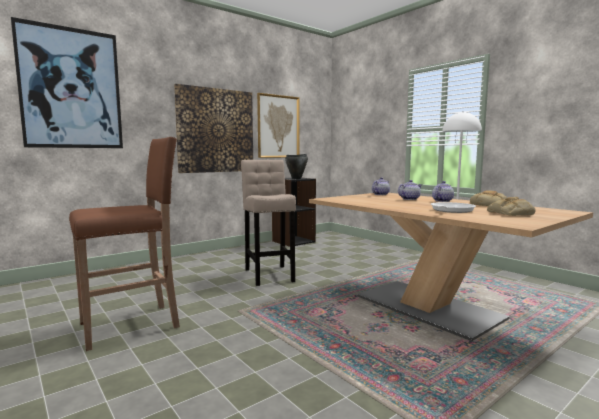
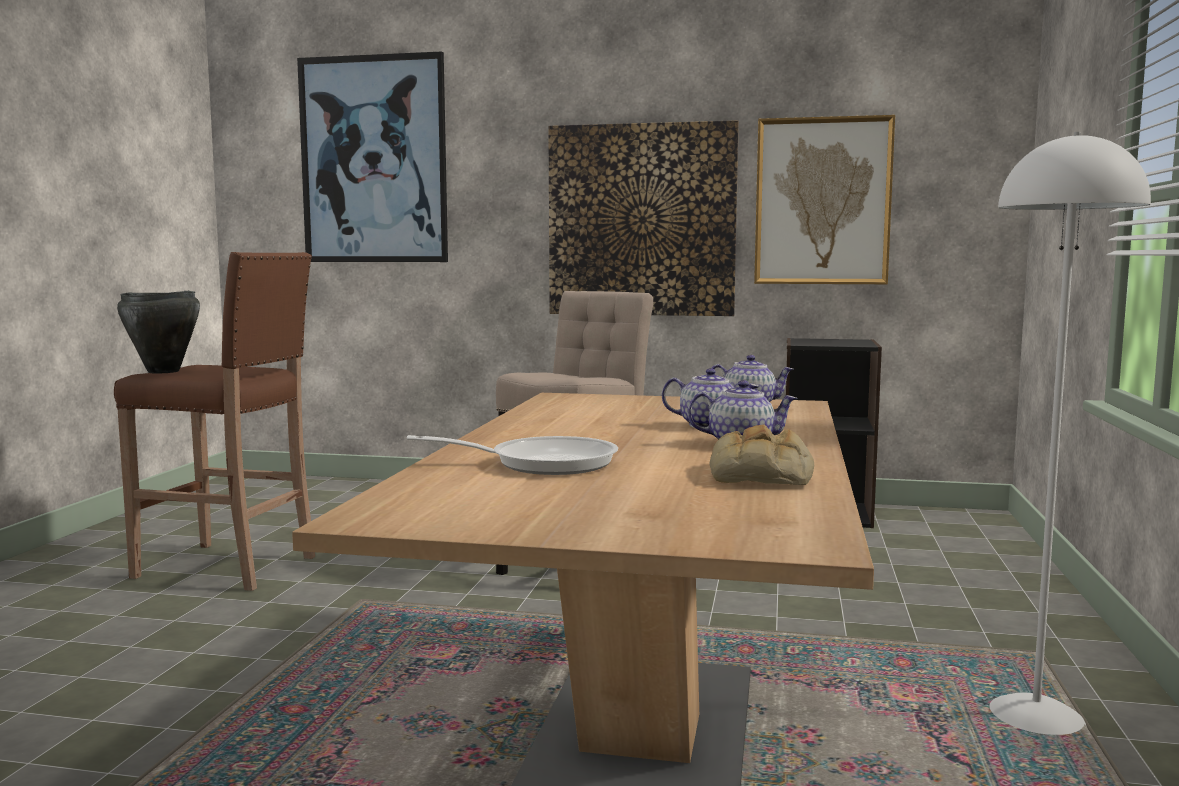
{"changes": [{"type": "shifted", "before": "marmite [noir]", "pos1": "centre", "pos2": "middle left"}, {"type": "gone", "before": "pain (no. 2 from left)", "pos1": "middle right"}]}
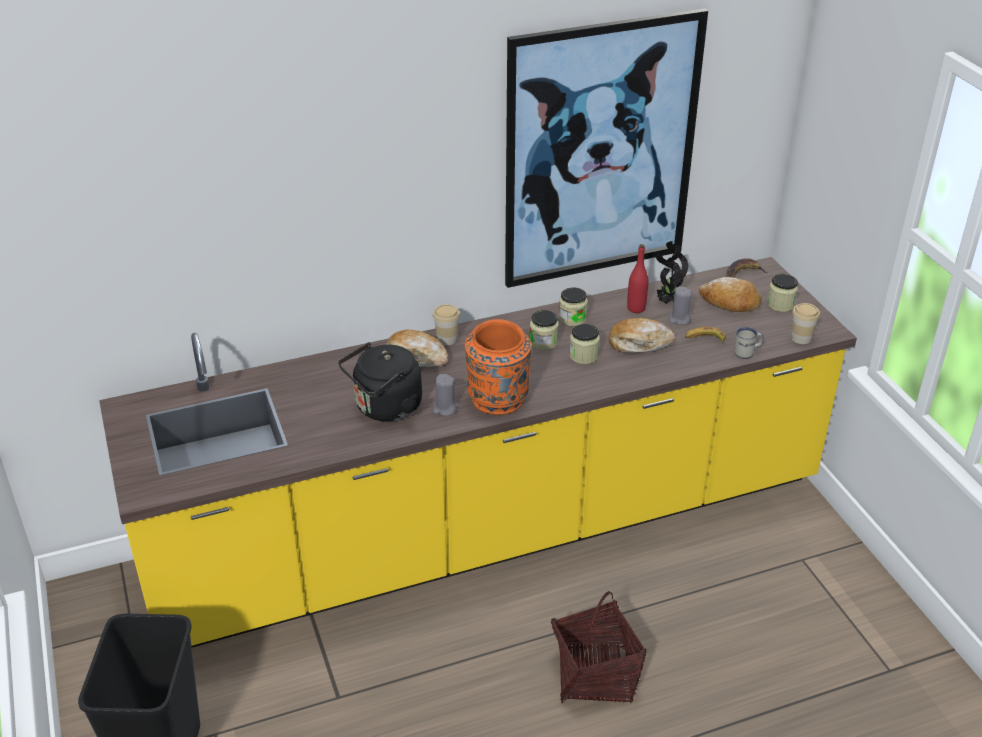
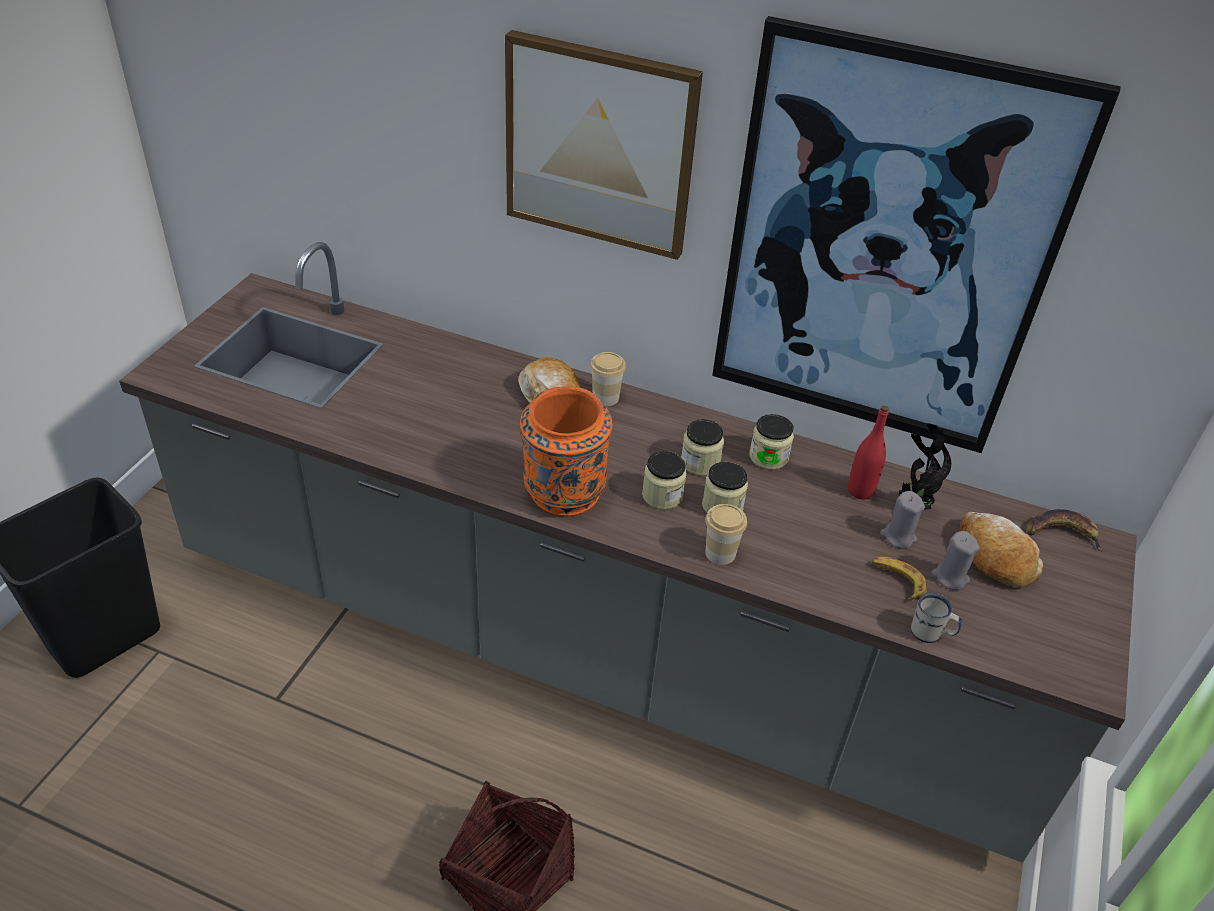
{"changes": [{"type": "repainted", "before": "comptoir de cuisine [jaune]", "after": "comptoir de cuisine [gris]", "pos1": "centre", "pos2": "centre"}, {"type": "shifted", "before": "bocal (no. 4 from left in the first image)", "after": "bocal (no. 1 from left)", "pos1": "middle right", "pos2": "centre"}, {"type": "shifted", "before": "tasse (no. 2 from left)", "pos1": "middle right", "pos2": "centre"}, {"type": "gone", "before": "pain (no. 2 from left)", "pos1": "centre"}, {"type": "gone", "before": "bouilloire [noir]", "pos1": "centre"}, {"type": "shifted", "before": "bougie [gris] (no. 1 from left in the first image)", "after": "bougie [gris] (no. 2 from left)", "pos1": "centre", "pos2": "middle right"}, {"type": "new", "after": "tableau (no. 1 from left)", "pos2": "top centre"}]}
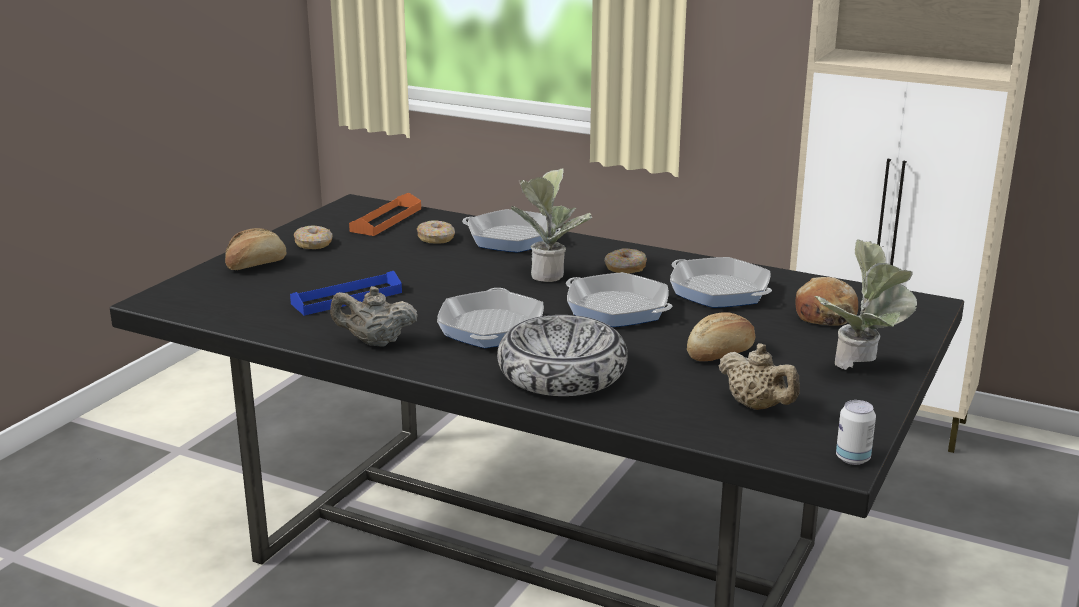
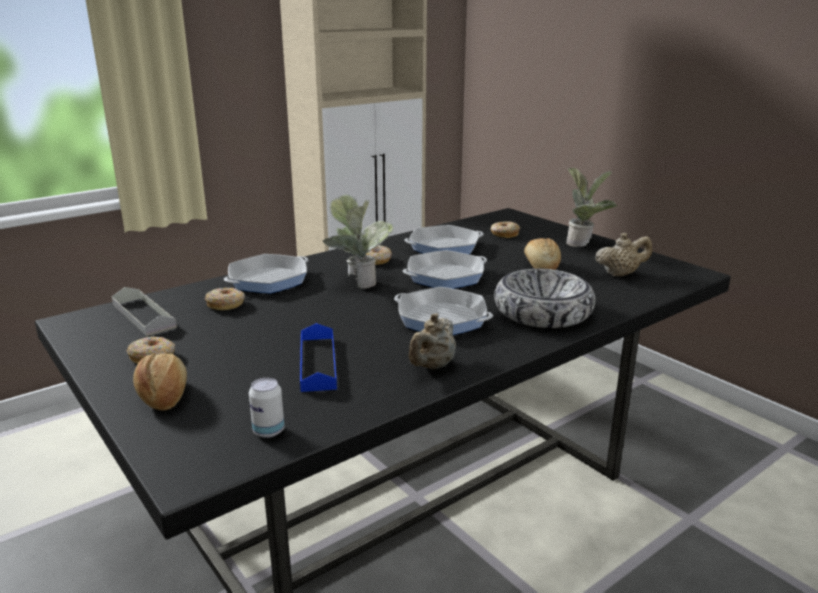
{"changes": [{"type": "repainted", "before": "plateau [orange]", "after": "plateau [gris]", "pos1": "centre", "pos2": "middle left"}, {"type": "swapped", "before": "pain (no. 3 from left)", "after": "beignet (no. 4 from left)", "pos1": "middle right", "pos2": "centre"}, {"type": "shifted", "before": "boîte métallique", "pos1": "bottom right", "pos2": "bottom left"}]}
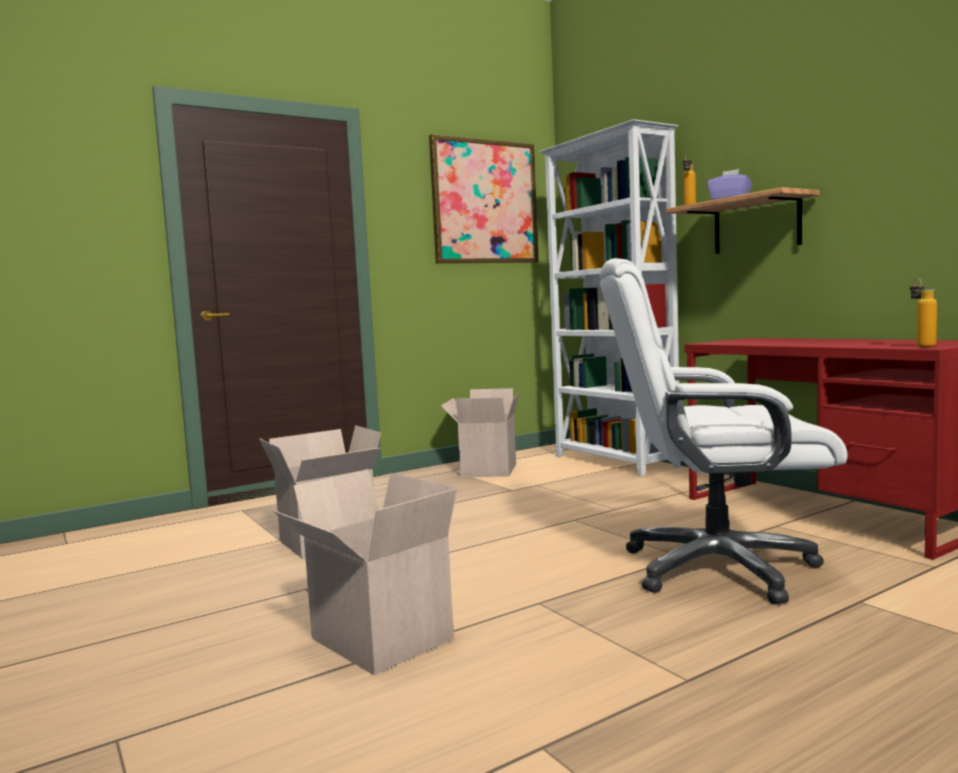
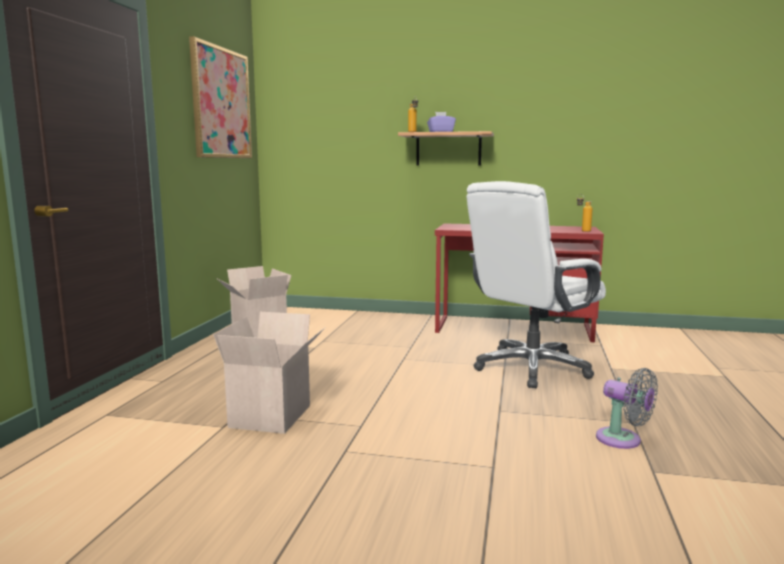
{"changes": [{"type": "gone", "before": "bibliothèque [blanc]", "pos1": "centre"}, {"type": "gone", "before": "carton (no. 2 from left)", "pos1": "bottom centre"}, {"type": "new", "after": "ventilateur [gris]", "pos2": "bottom right"}]}
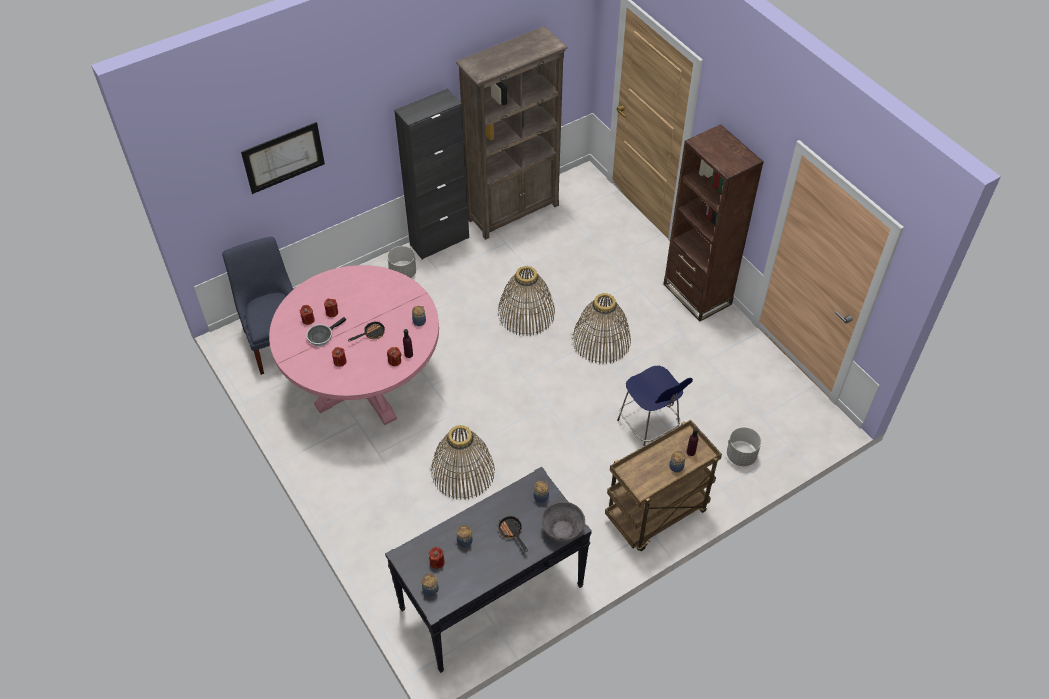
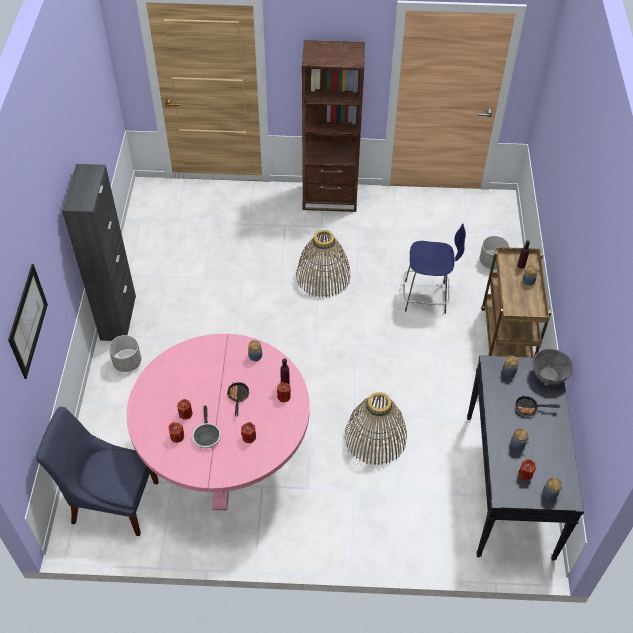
{"changes": [{"type": "gone", "before": "bibliothèque [marron] (no. 1 from left)", "pos1": "top centre"}, {"type": "gone", "before": "panier (no. 2 from left)", "pos1": "centre"}]}
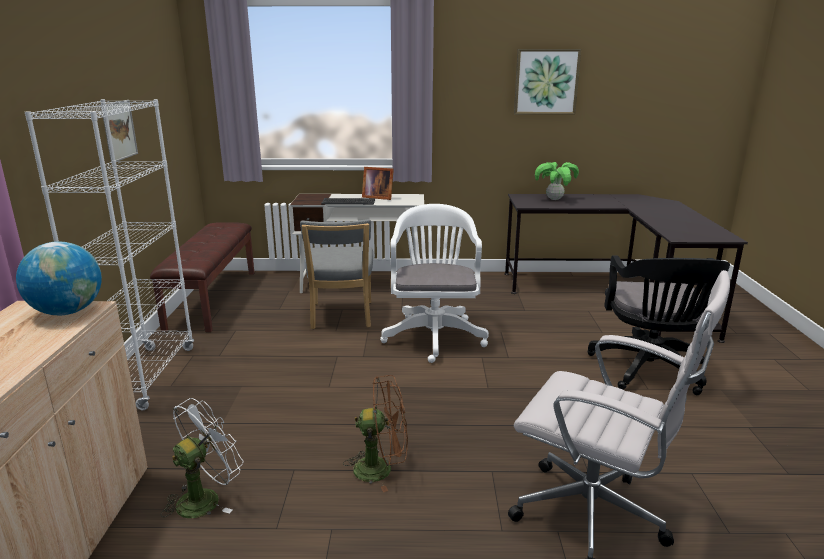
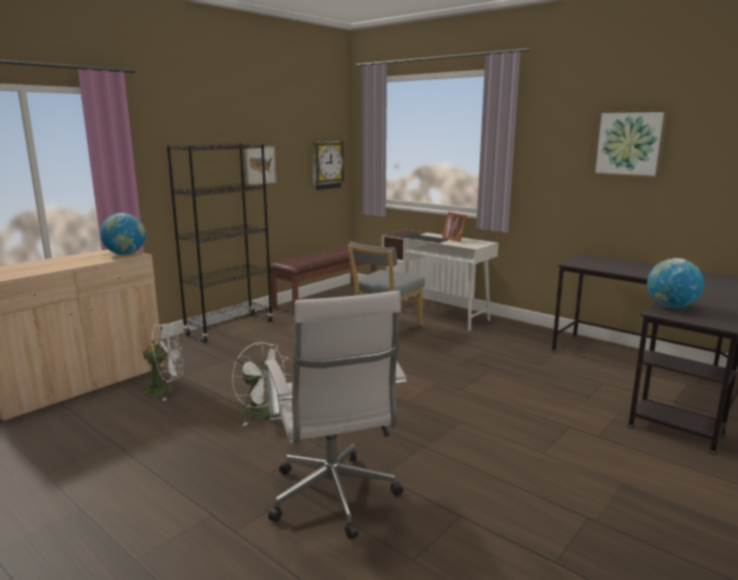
{"changes": [{"type": "repainted", "before": "bibliothèque [blanc]", "after": "bibliothèque [noir]", "pos1": "middle left", "pos2": "middle left"}, {"type": "gone", "before": "plante en pot", "pos1": "top right"}, {"type": "gone", "before": "chaise de bureau [blanc] (no. 1 from left)", "pos1": "centre"}, {"type": "gone", "before": "chaise de bureau [noir]", "pos1": "middle right"}, {"type": "repainted", "before": "ventilateur [marron]", "after": "ventilateur [blanc] (no. 2 from left)", "pos1": "bottom centre", "pos2": "centre"}, {"type": "new", "after": "horloge murale", "pos2": "top centre"}, {"type": "new", "after": "globe (no. 2 from left)", "pos2": "middle right"}]}
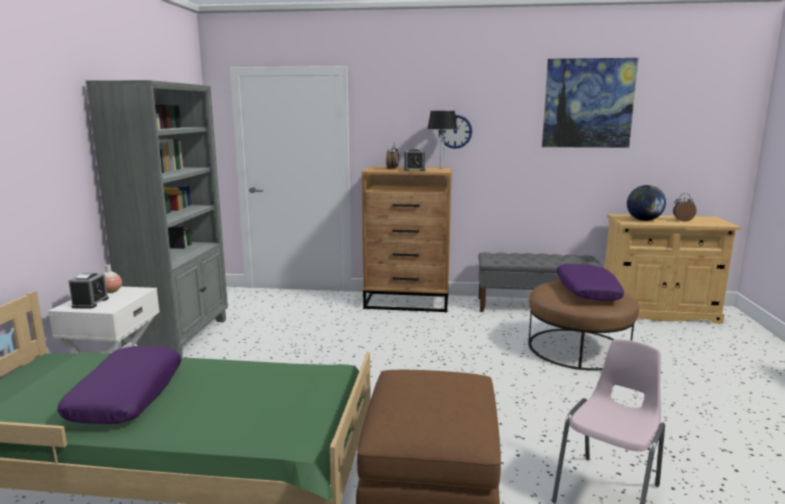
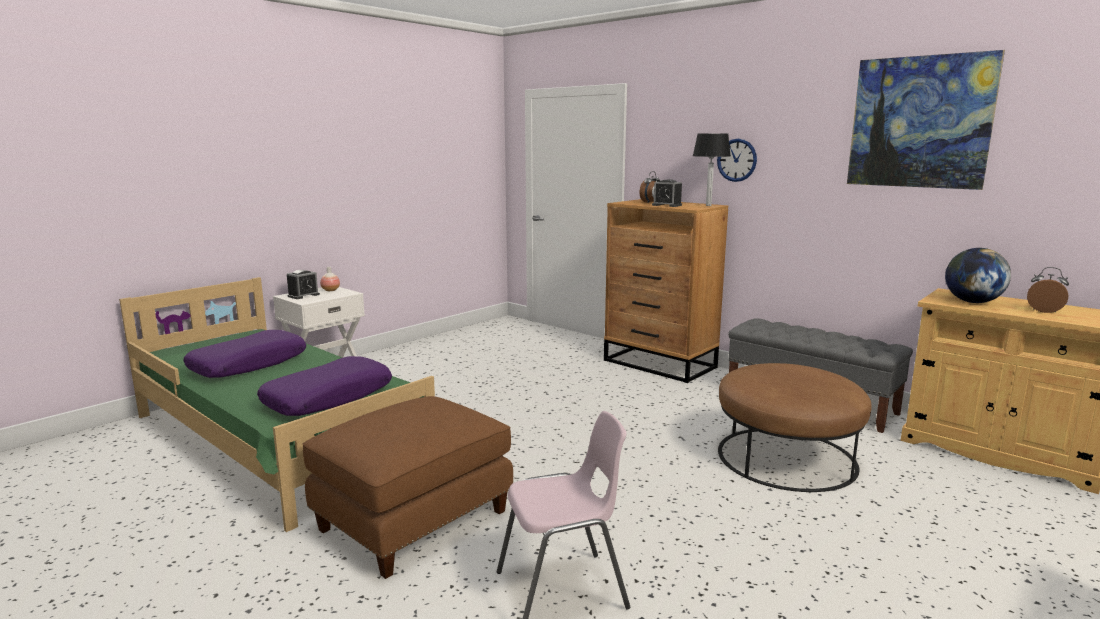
{"changes": [{"type": "gone", "before": "bibliothèque [gris]", "pos1": "middle left"}, {"type": "shifted", "before": "coussin [violet] (no. 2 from left)", "pos1": "middle right", "pos2": "middle left"}]}
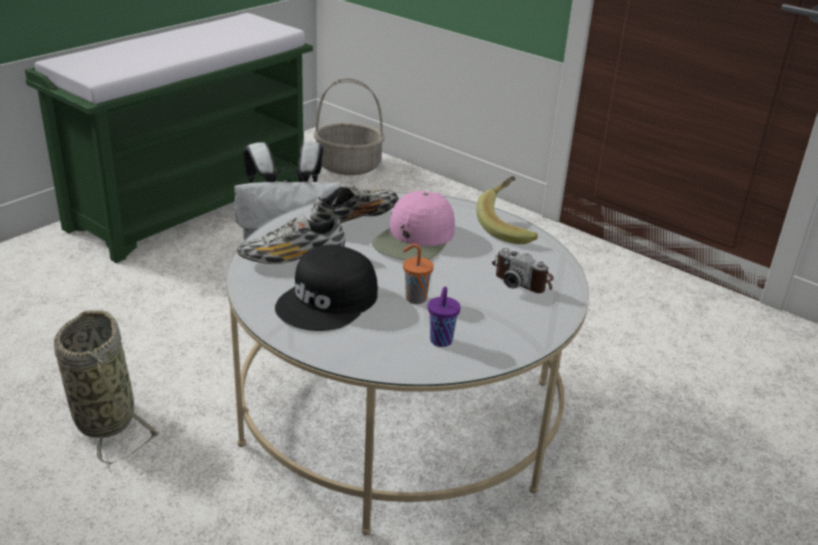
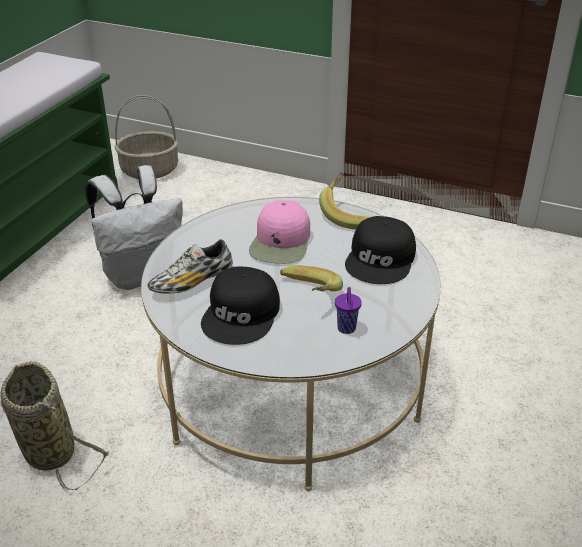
{"changes": [{"type": "gone", "before": "chaussure (no. 2 from left)", "pos1": "centre"}, {"type": "swapped", "before": "tasse [orange]", "after": "banane (no. 1 from left)", "pos1": "centre", "pos2": "centre"}, {"type": "swapped", "before": "appareil photo", "after": "casquette [noir] (no. 2 from left)", "pos1": "centre", "pos2": "centre"}]}
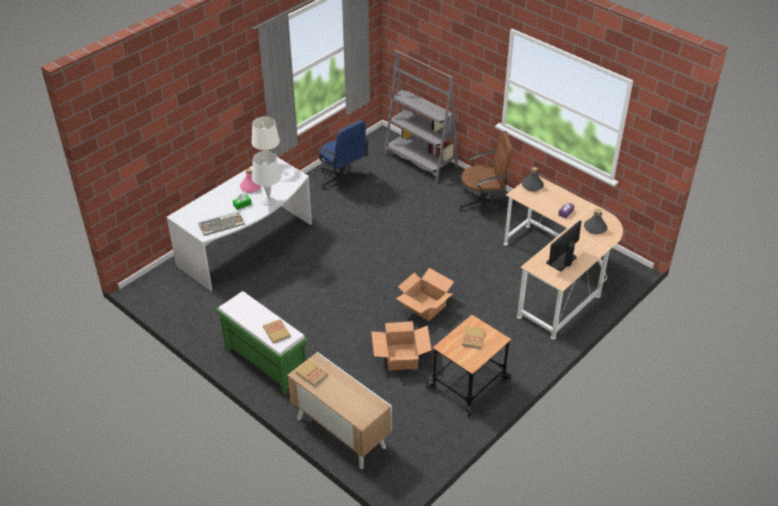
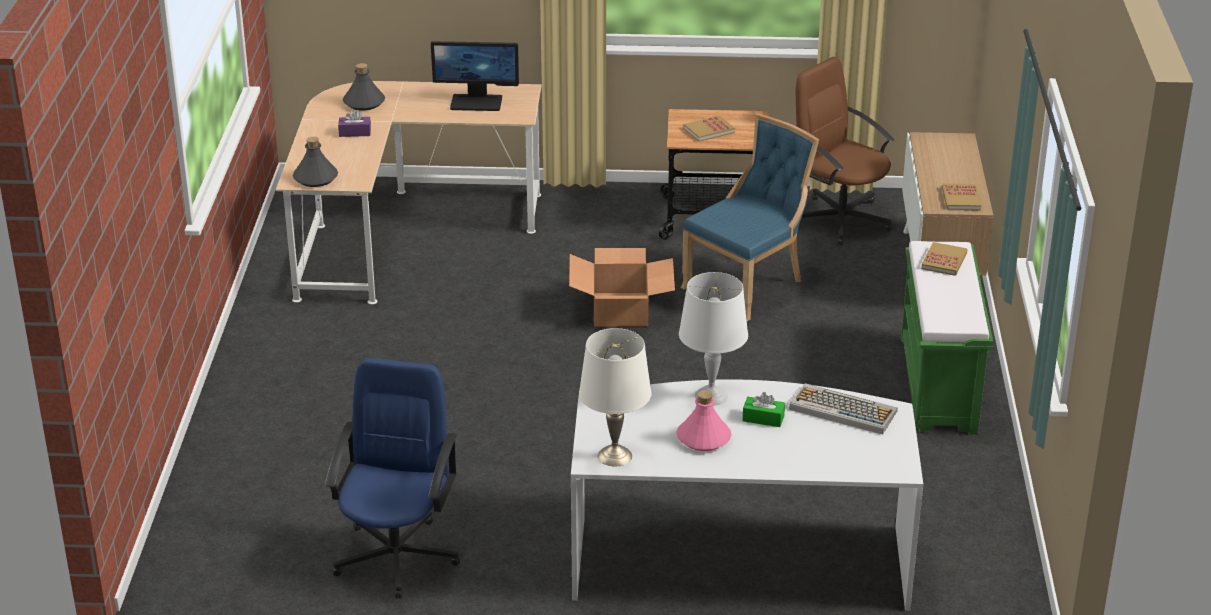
{"changes": [{"type": "gone", "before": "bibliothèque [gris]", "pos1": "top centre"}, {"type": "shifted", "before": "chaise de bureau [marron]", "pos1": "centre", "pos2": "top right"}, {"type": "swapped", "before": "carton (no. 1 from left)", "after": "chaise [bleu]", "pos1": "bottom centre", "pos2": "centre"}]}
